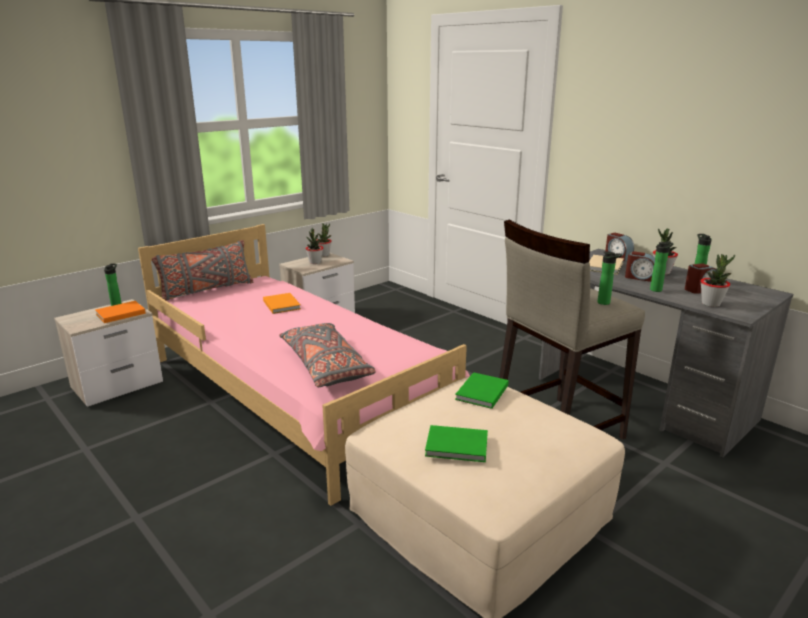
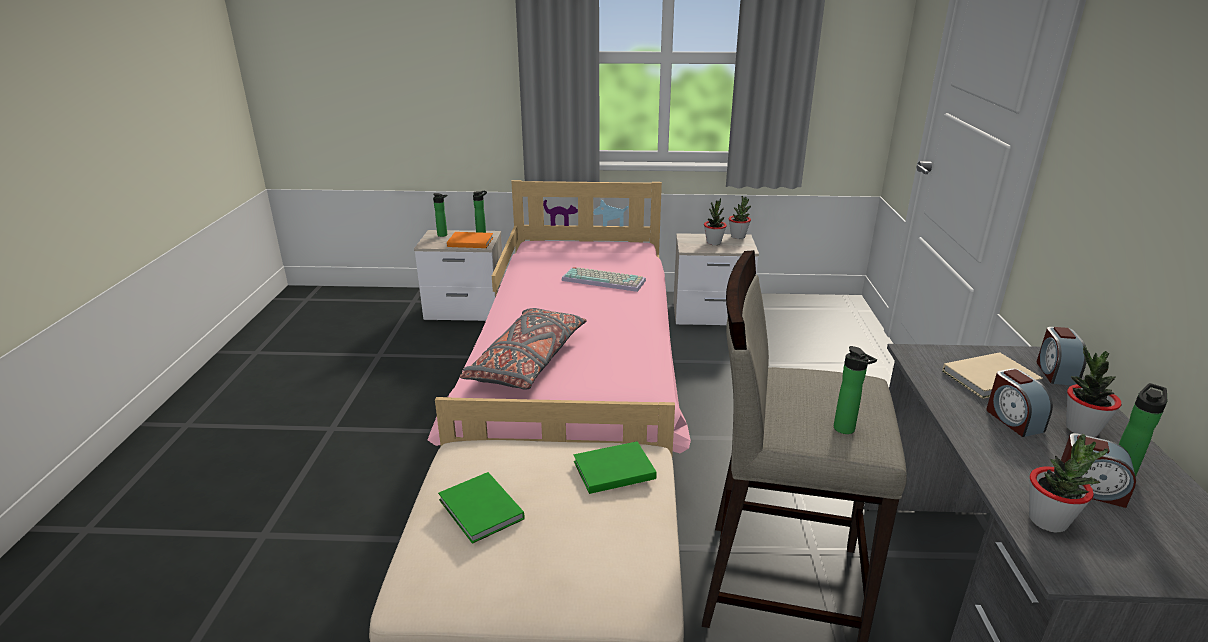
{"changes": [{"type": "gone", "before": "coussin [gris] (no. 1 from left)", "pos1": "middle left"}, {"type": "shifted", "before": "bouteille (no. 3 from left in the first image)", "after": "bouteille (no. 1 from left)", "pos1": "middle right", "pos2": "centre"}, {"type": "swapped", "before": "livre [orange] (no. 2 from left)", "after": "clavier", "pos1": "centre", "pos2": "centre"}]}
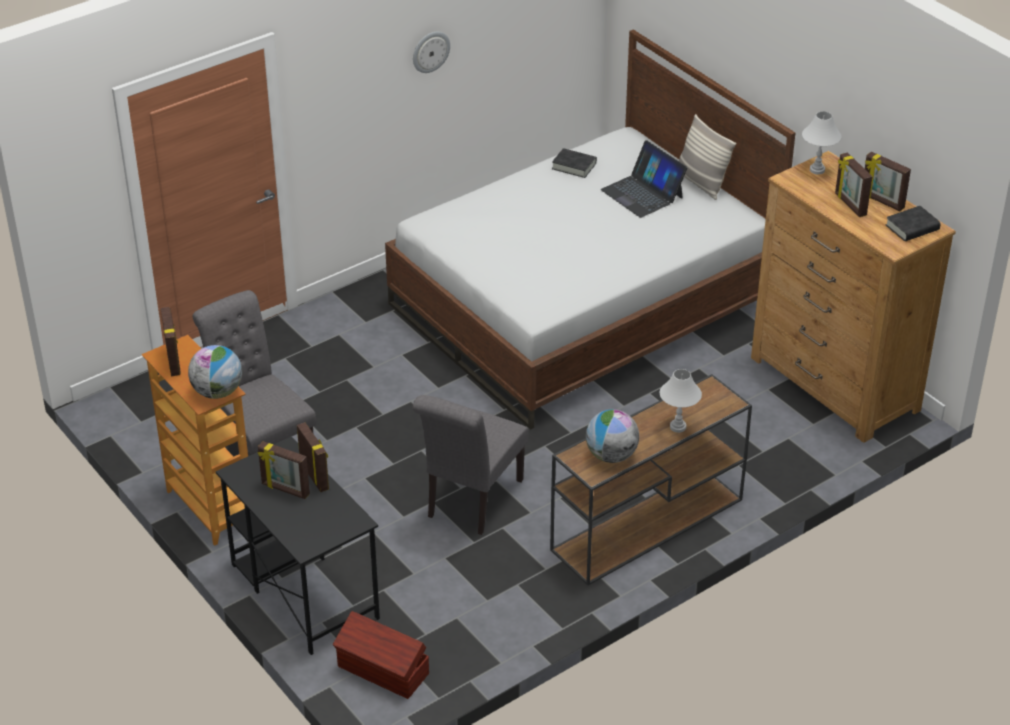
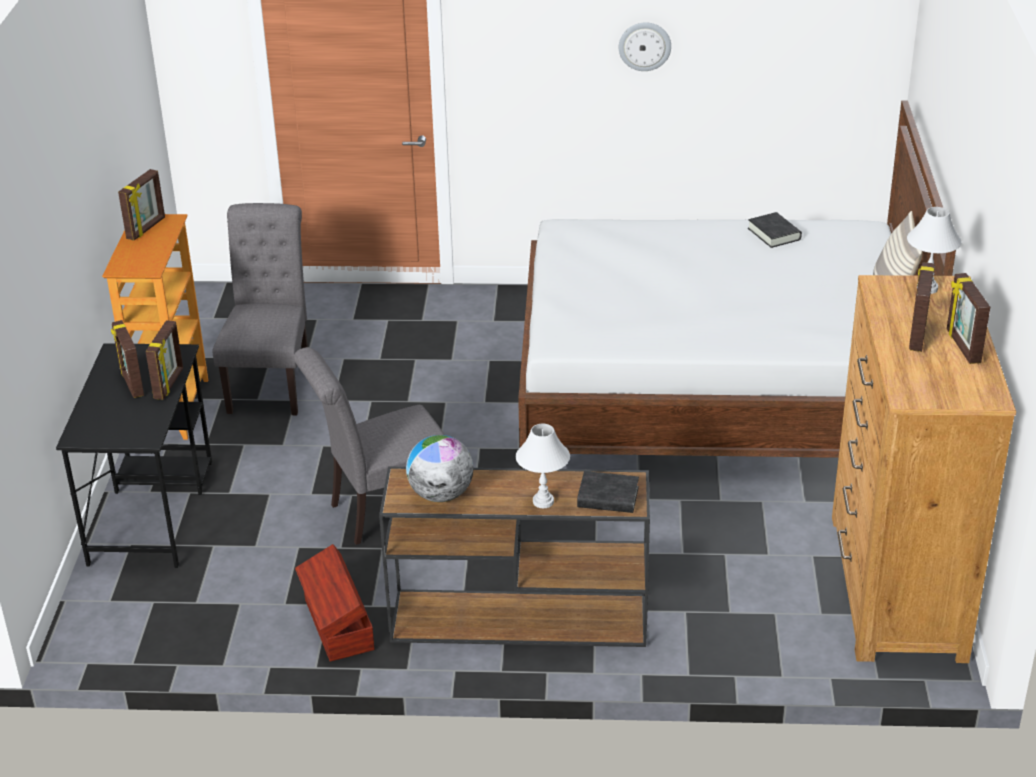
{"changes": [{"type": "gone", "before": "ordinateur portable", "pos1": "top centre"}, {"type": "shifted", "before": "livre [noir] (no. 2 from left in the first image)", "after": "livre [noir] (no. 1 from left)", "pos1": "top right", "pos2": "centre"}, {"type": "gone", "before": "globe (no. 1 from left)", "pos1": "middle left"}, {"type": "shifted", "before": "boîte de rangement [marron]", "pos1": "bottom centre", "pos2": "bottom left"}]}
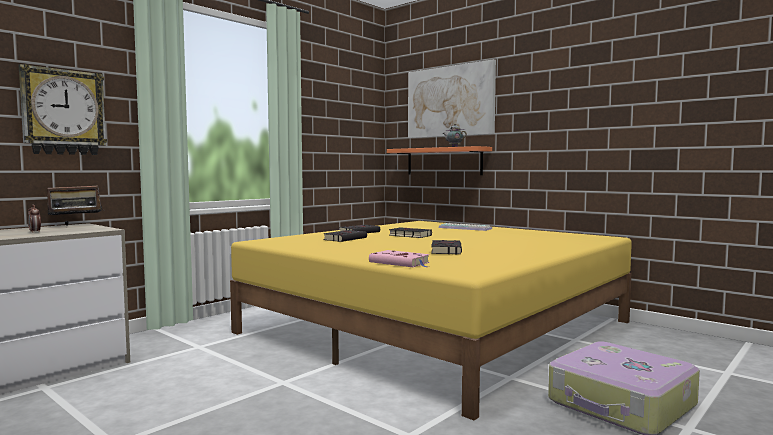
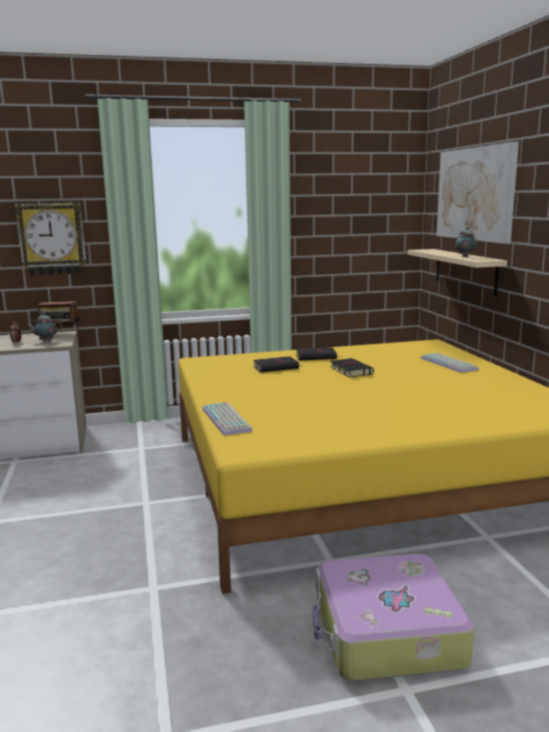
{"changes": [{"type": "repainted", "before": "étagère [orange]", "after": "étagère [beige]", "pos1": "centre", "pos2": "middle right"}, {"type": "gone", "before": "livre [noir] (no. 4 from left)", "pos1": "centre"}, {"type": "swapped", "before": "livre [rose]", "after": "clavier (no. 1 from left)", "pos1": "centre", "pos2": "centre"}, {"type": "new", "after": "théière (no. 1 from left)", "pos2": "middle left"}]}
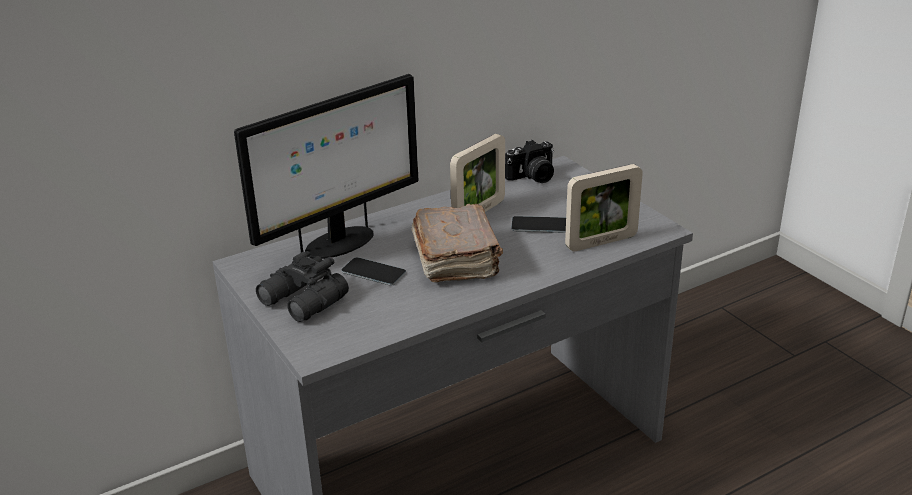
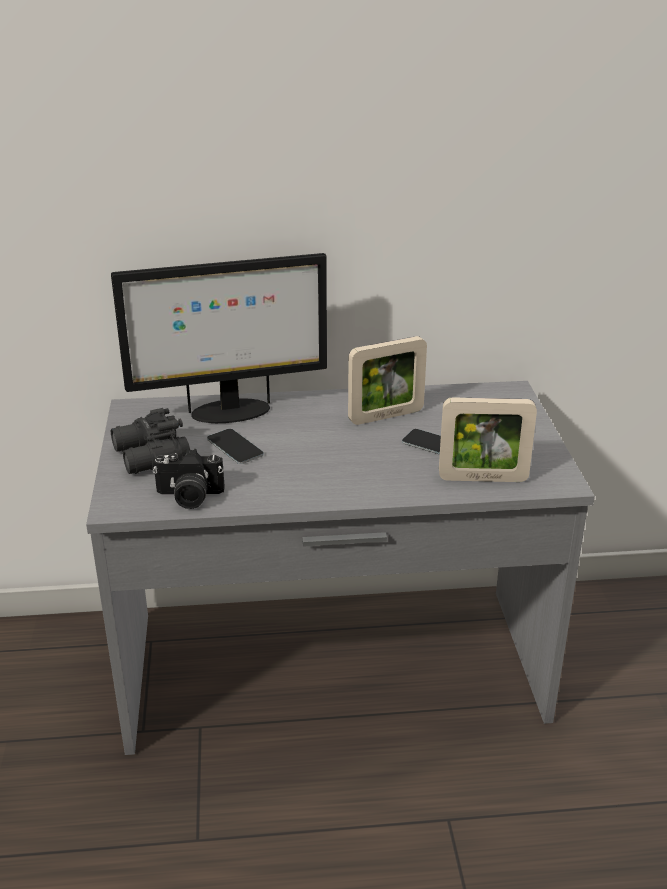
{"changes": [{"type": "shifted", "before": "appareil photo", "pos1": "top centre", "pos2": "middle left"}, {"type": "gone", "before": "livre [marron]", "pos1": "centre"}]}
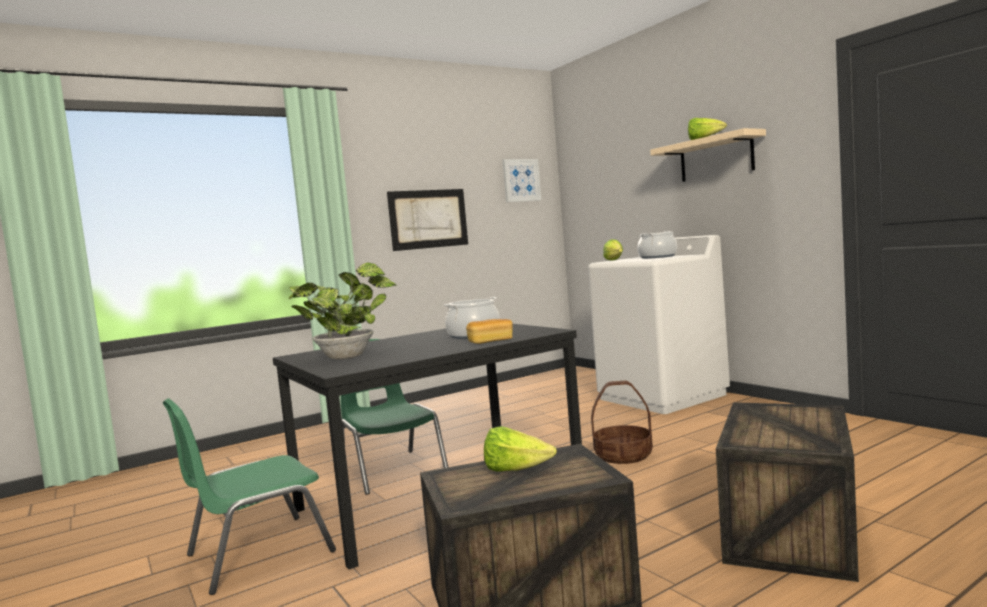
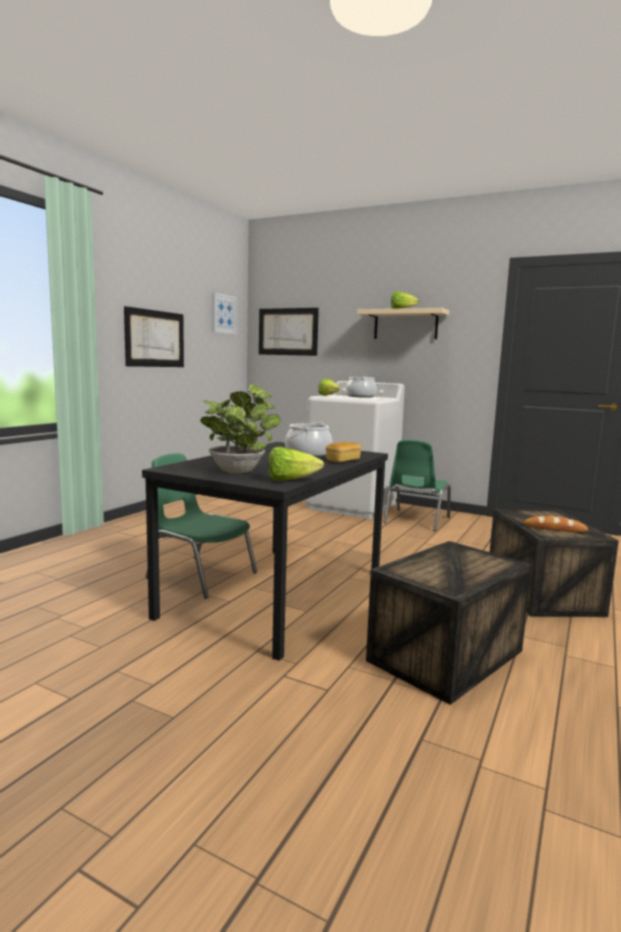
{"changes": [{"type": "gone", "before": "panier", "pos1": "bottom centre"}, {"type": "shifted", "before": "chaise [vert] (no. 1 from left in the first image)", "after": "chaise [vert] (no. 2 from left)", "pos1": "bottom left", "pos2": "middle right"}, {"type": "shifted", "before": "laitue (no. 1 from left)", "pos1": "bottom centre", "pos2": "centre"}, {"type": "new", "after": "tableau (no. 3 from left)", "pos2": "centre"}, {"type": "new", "after": "pain (no. 2 from left)", "pos2": "middle right"}]}
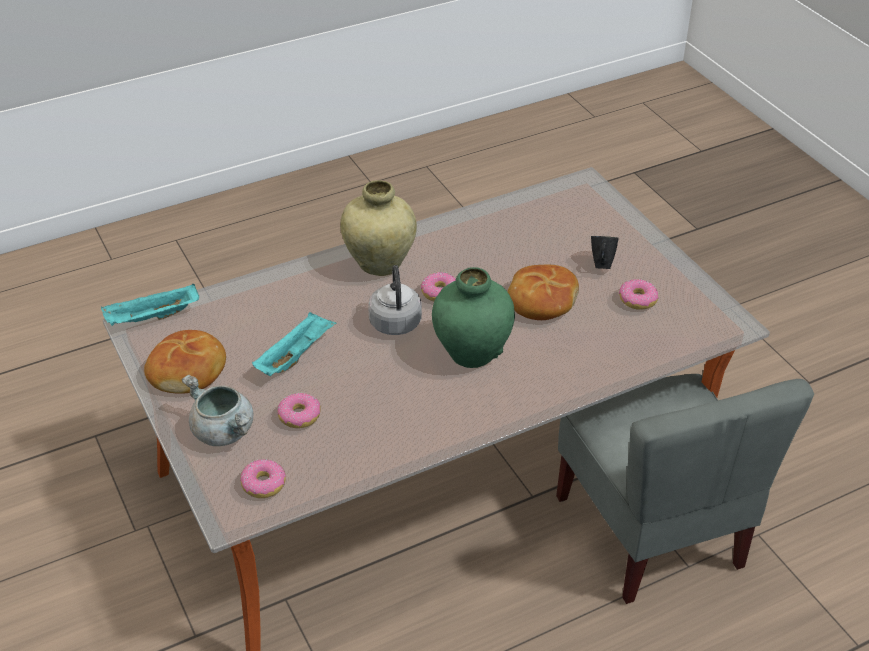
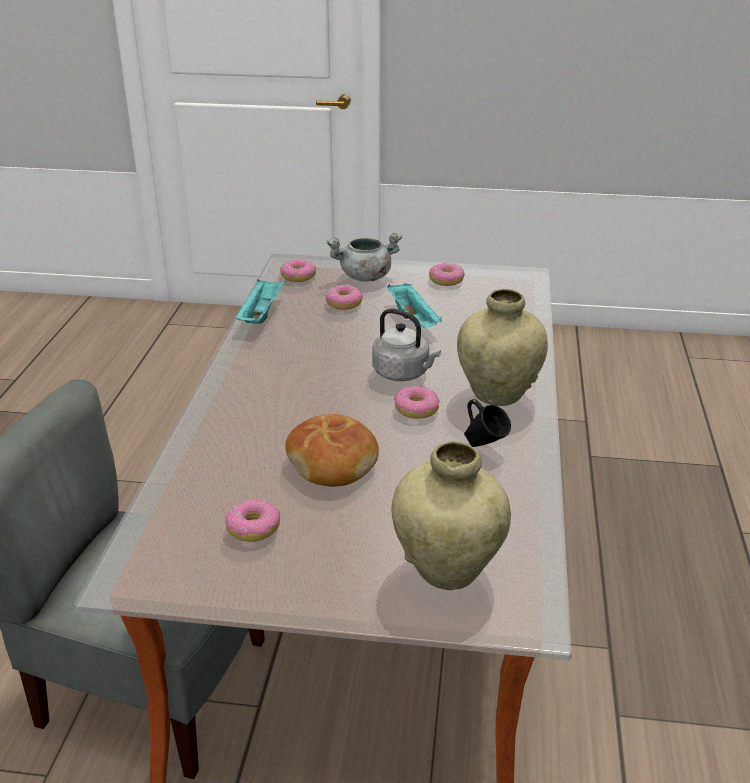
{"changes": [{"type": "shifted", "before": "mug [noir]", "pos1": "middle right", "pos2": "centre"}, {"type": "gone", "before": "vase [vert]", "pos1": "centre"}, {"type": "shifted", "before": "plateau [turquoise] (no. 1 from left)", "pos1": "middle left", "pos2": "centre"}, {"type": "swapped", "before": "pain (no. 1 from left)", "after": "beignet (no. 5 from left)", "pos1": "middle left", "pos2": "centre"}, {"type": "new", "after": "vase [beige] (no. 1 from left)", "pos2": "centre"}]}
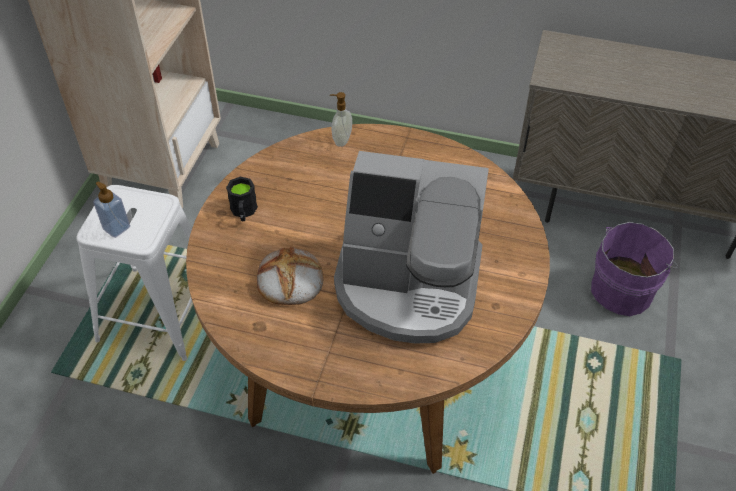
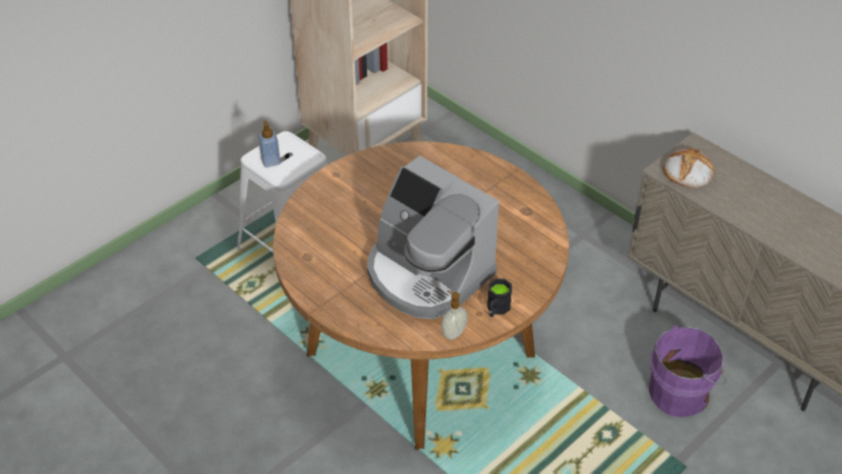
{"changes": [{"type": "shifted", "before": "distributeur de savon (no. 2 from left)", "pos1": "top centre", "pos2": "centre"}, {"type": "shifted", "before": "mug [noir]", "pos1": "middle left", "pos2": "centre"}, {"type": "shifted", "before": "pain", "pos1": "centre", "pos2": "middle right"}]}
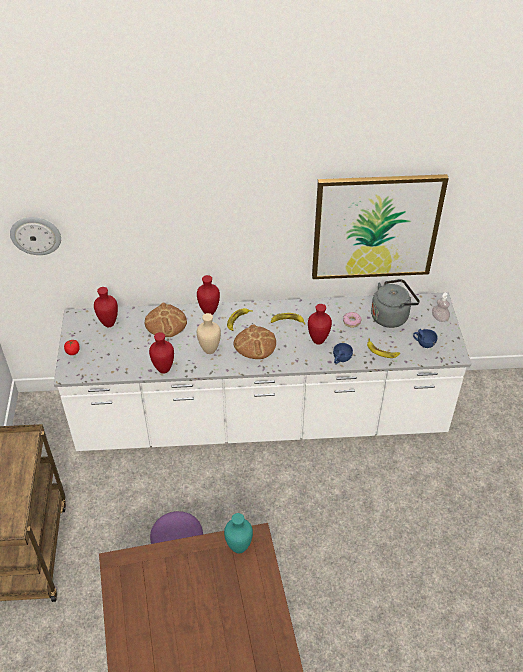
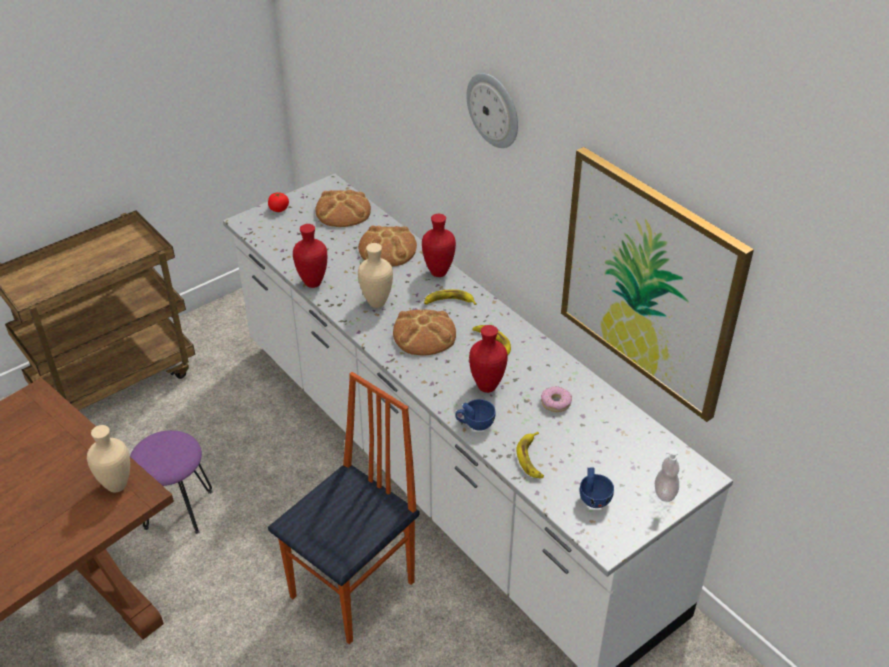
{"changes": [{"type": "shifted", "before": "horloge murale", "pos1": "middle left", "pos2": "top centre"}, {"type": "gone", "before": "bouilloire [gris]", "pos1": "middle right"}, {"type": "swapped", "before": "vase [rouge] (no. 1 from left)", "after": "pain (no. 1 from left)", "pos1": "middle left", "pos2": "top centre"}, {"type": "repainted", "before": "vase [turquoise]", "after": "vase [beige] (no. 1 from left)", "pos1": "bottom centre", "pos2": "bottom left"}, {"type": "new", "after": "chaise", "pos2": "bottom centre"}]}
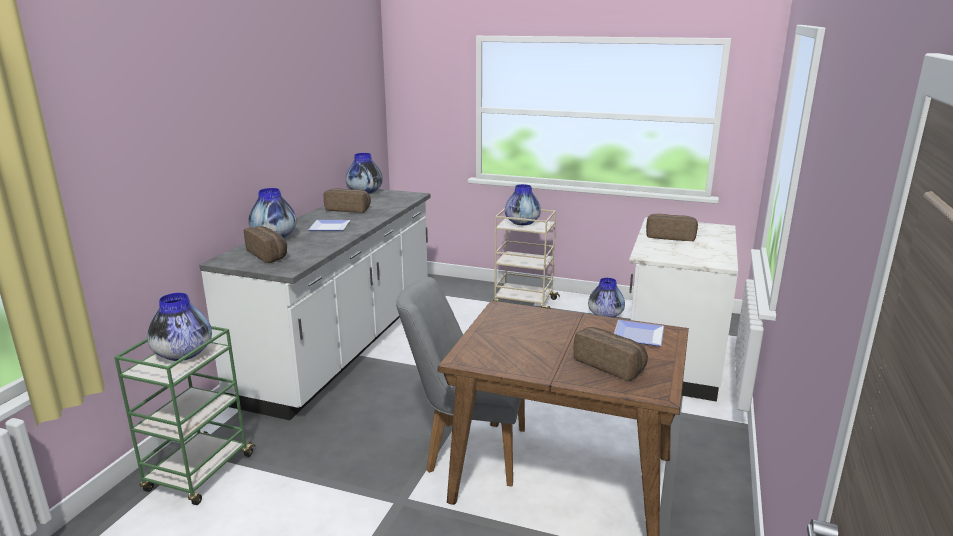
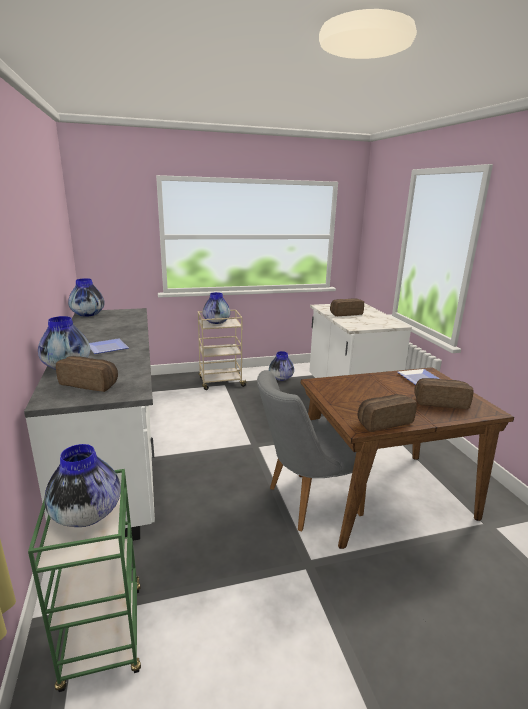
{"changes": [{"type": "shifted", "before": "pain (no. 2 from left in the first image)", "after": "pain (no. 3 from left)", "pos1": "centre", "pos2": "middle right"}]}
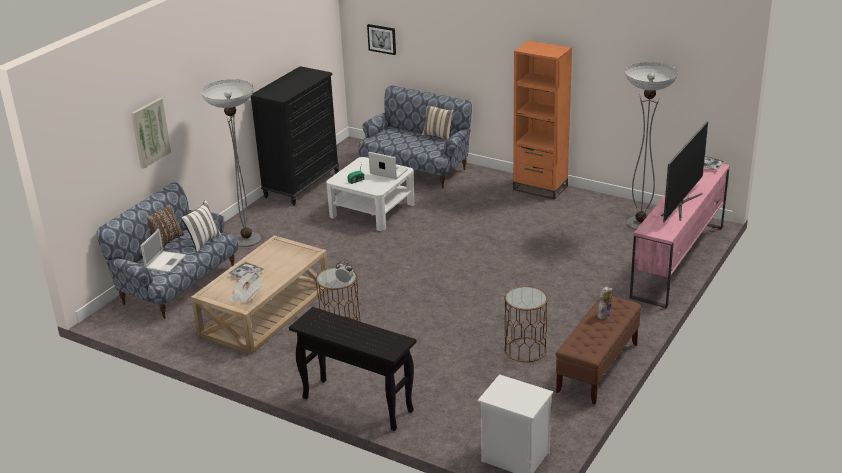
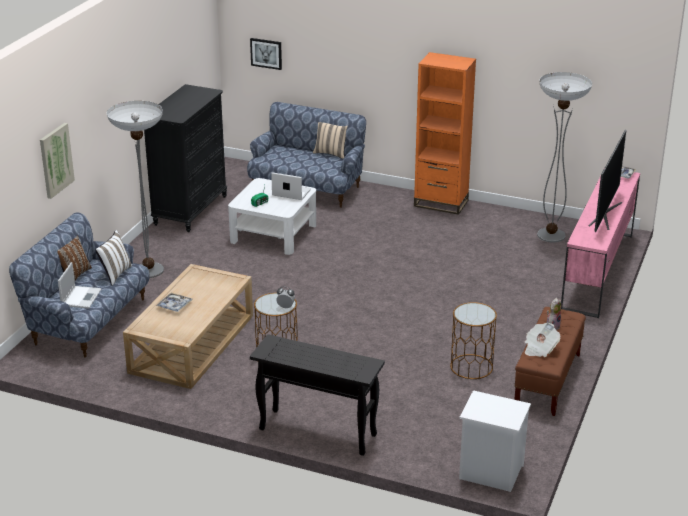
{"changes": [{"type": "shifted", "before": "journal", "pos1": "middle left", "pos2": "middle right"}]}
